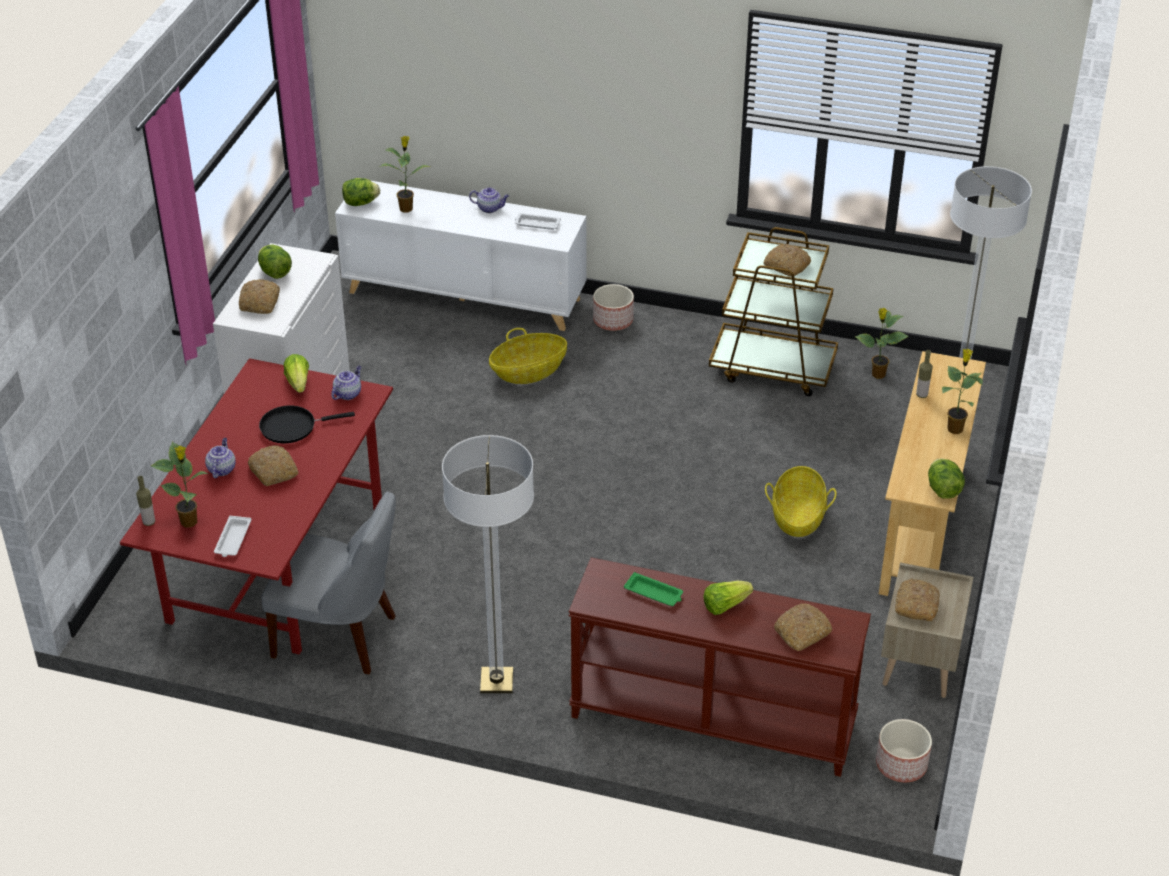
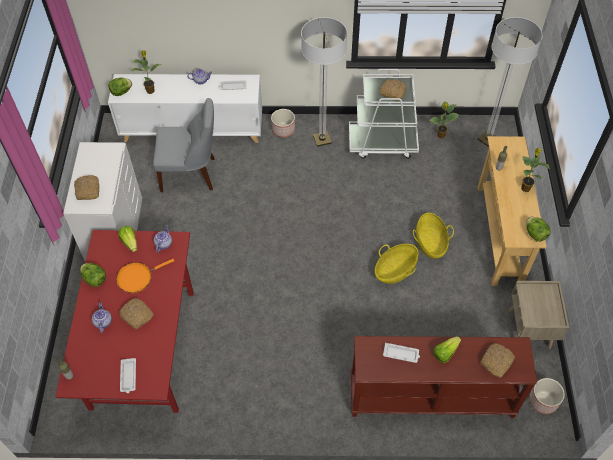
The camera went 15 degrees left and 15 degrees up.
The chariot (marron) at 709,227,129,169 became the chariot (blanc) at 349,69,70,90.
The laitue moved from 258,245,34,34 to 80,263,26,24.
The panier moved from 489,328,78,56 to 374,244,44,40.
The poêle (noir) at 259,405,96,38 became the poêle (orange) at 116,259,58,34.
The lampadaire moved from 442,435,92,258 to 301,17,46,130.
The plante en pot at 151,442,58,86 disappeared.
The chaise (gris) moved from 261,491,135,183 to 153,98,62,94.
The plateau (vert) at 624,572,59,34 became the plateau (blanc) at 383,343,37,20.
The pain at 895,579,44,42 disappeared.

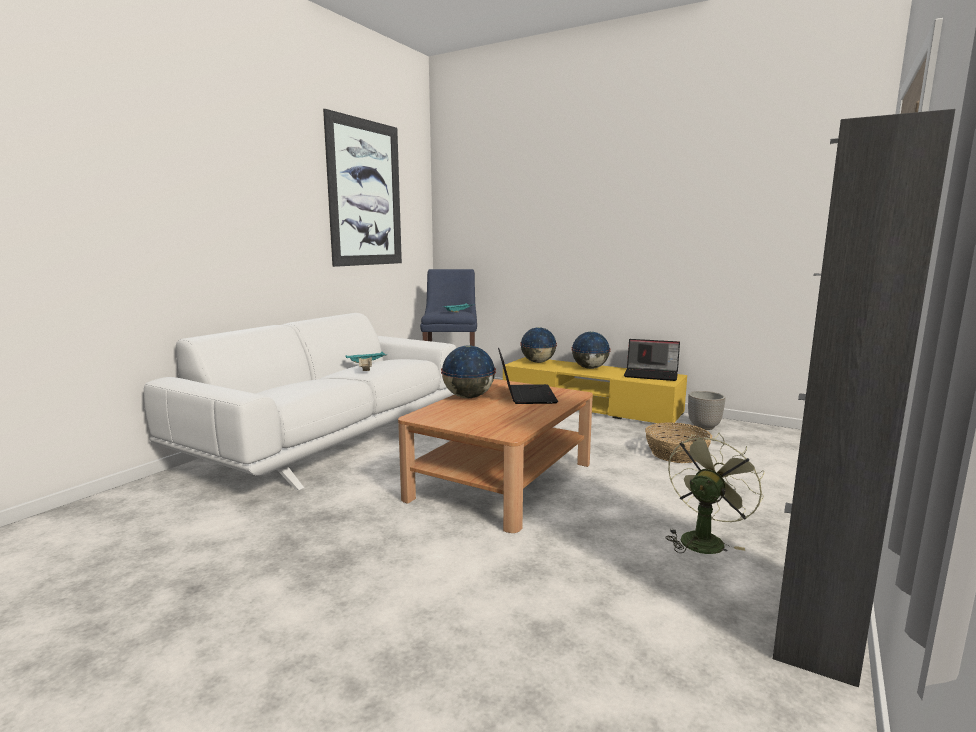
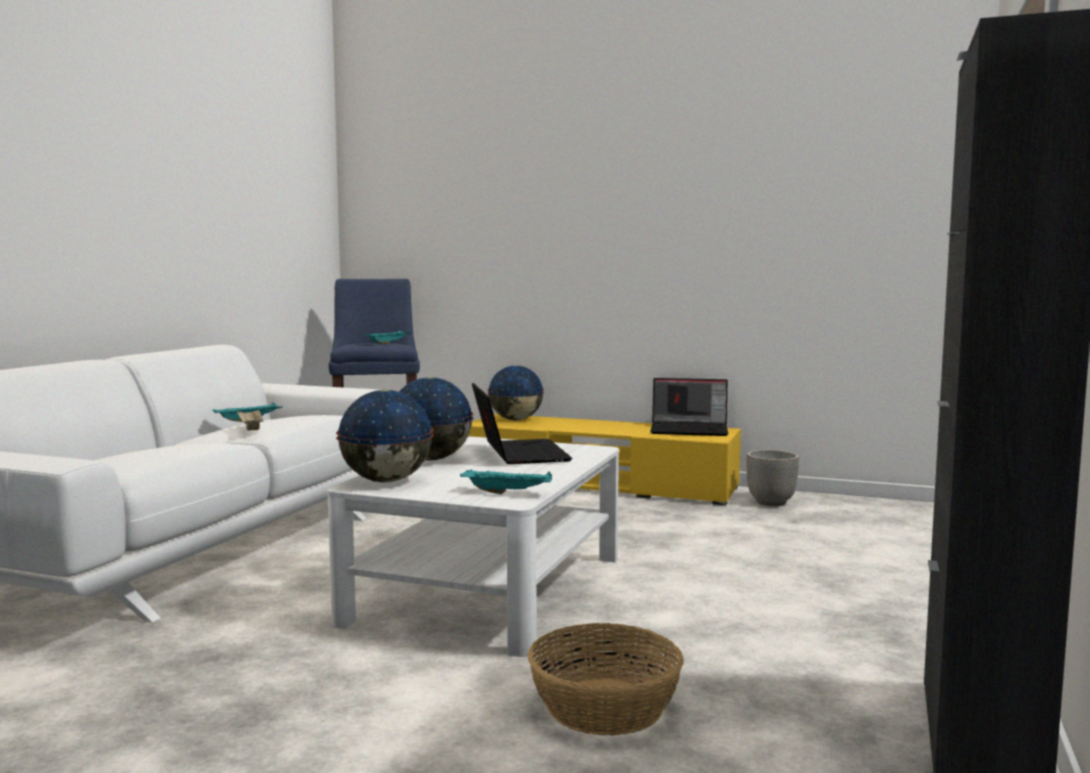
The camera went 10 degrees left and 5 degrees down.
The tableau at 323,109,79,158 disappeared.
The globe moved from 571,332,39,37 to 336,390,98,92.
The table basse (marron) at 398,379,195,154 became the table basse (blanc) at 327,436,292,221.
The panier moved from 645,422,67,41 to 527,623,157,113.
The ventilateur (vert) at 665,433,100,121 disappeared.
The plateau (turquoise) at 460,469,92,25 appeared.

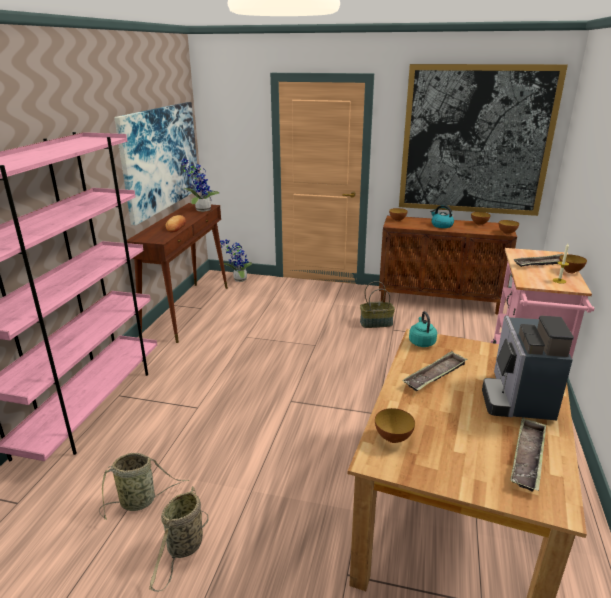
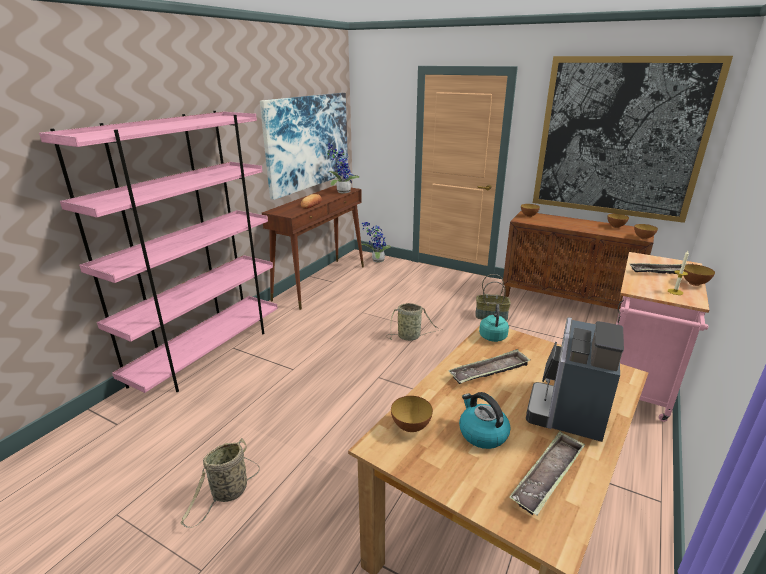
The camera went 15 degrees right and 0 degrees up.
The bouilloire moved from 430,205,24,23 to 459,392,52,57.
The panier moved from 99,453,91,67 to 386,303,57,38.

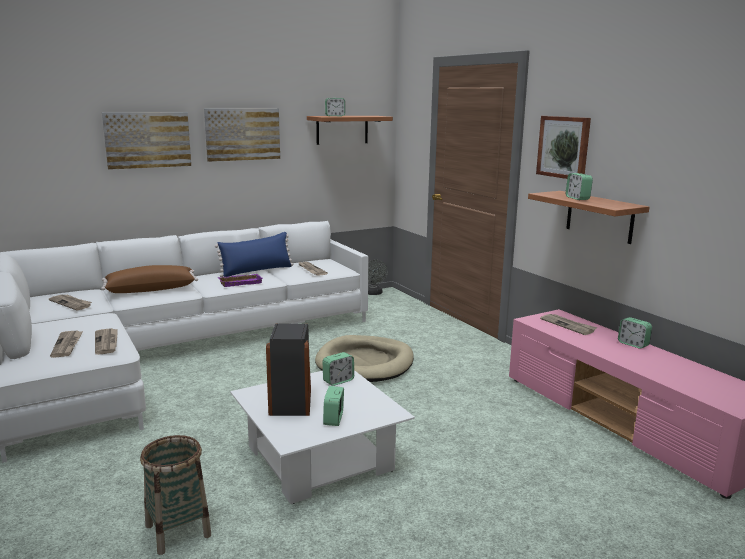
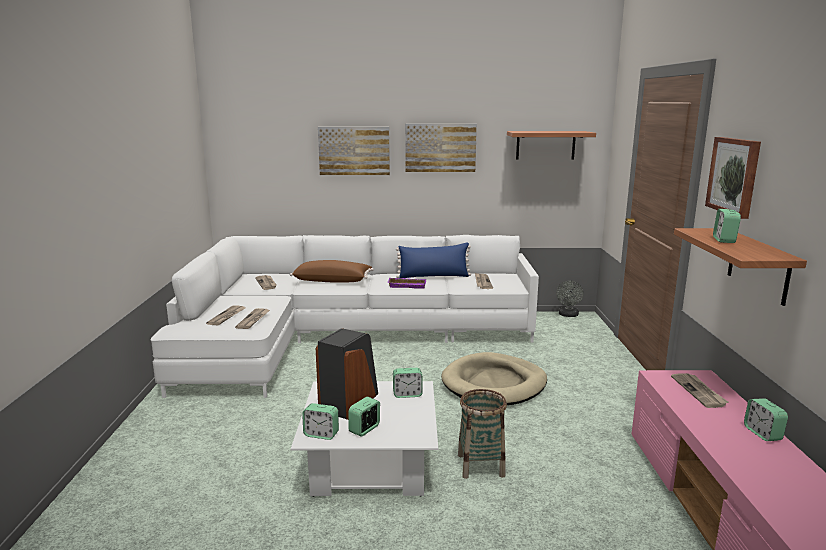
The camera went 30 degrees right and 0 degrees up.
The réveil moved from 325,98,20,18 to 302,403,37,37.
The panier moved from 140,435,71,120 to 458,389,49,90.

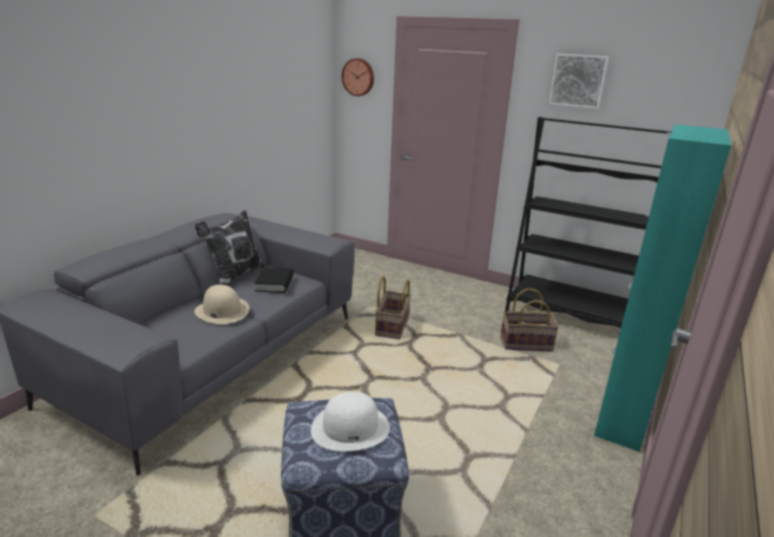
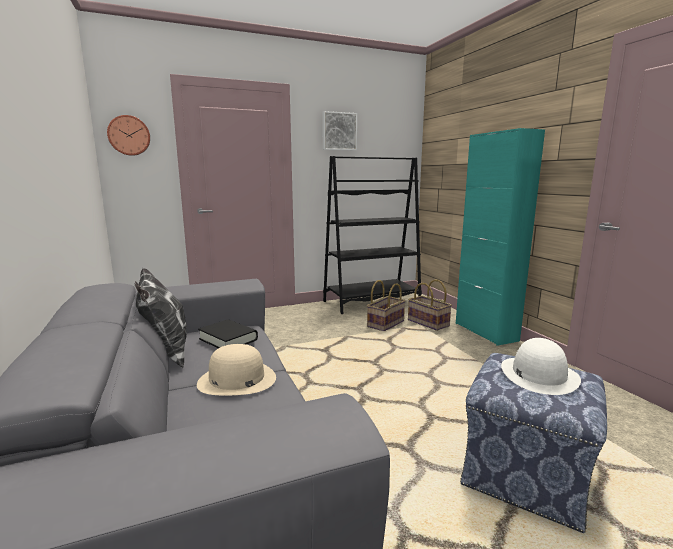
The camera went 50 degrees left and 10 degrees down.
The panier moved from 375,276,36,63 to 408,279,44,52.

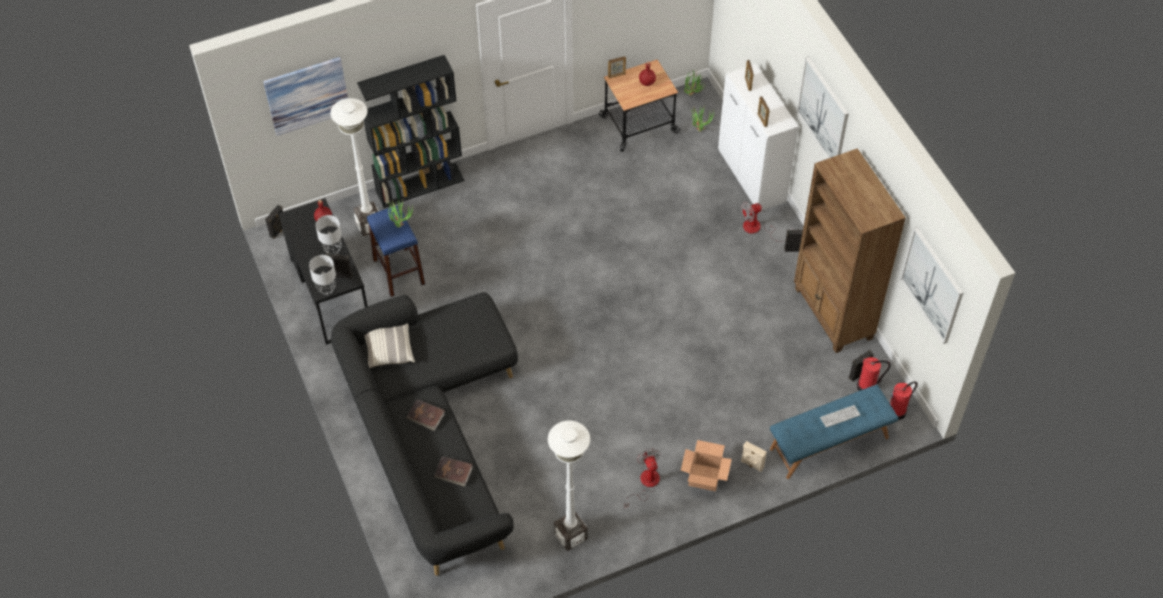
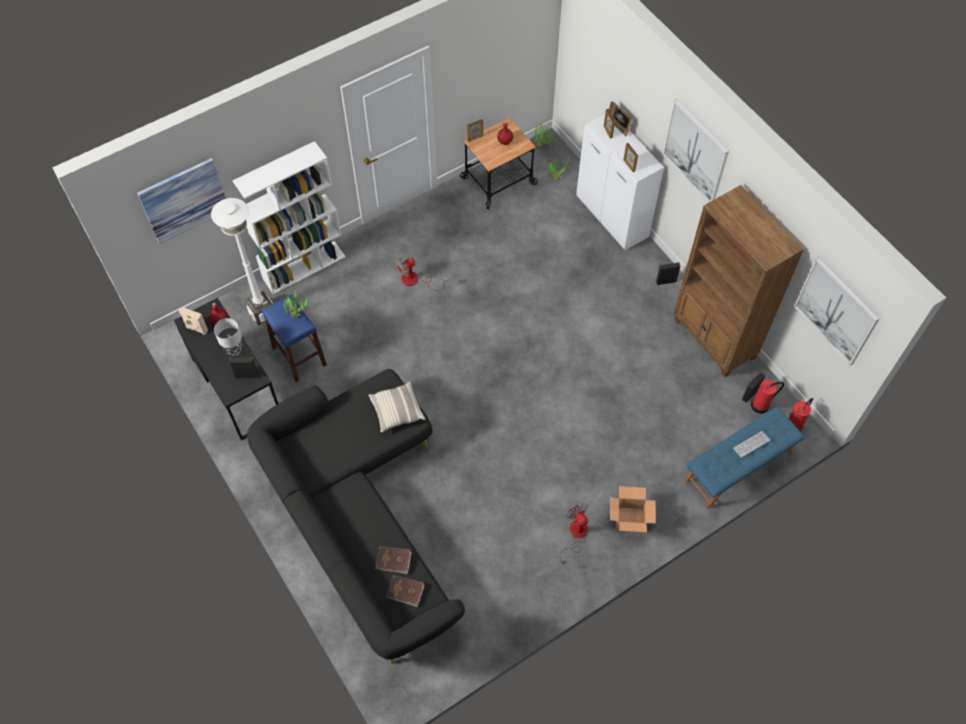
The camera went 10 degrees left and 5 degrees up.
The bibliothèque (noir) at 357,55,107,153 became the bibliothèque (blanc) at 232,141,114,154.
The ventilateur moved from 741,201,51,41 to 395,258,53,33.
The enceinte (noir) at 265,205,18,34 disappeared.
The lampe de table (gris) at 309,255,27,40 disappeared.
The coussin moved from 365,323,50,45 to 368,382,57,51.
The livre (marron) moved from 406,399,39,32 to 386,575,38,32.
The lampadaire (blanc) at 548,420,42,131 disappeared.
The enceinte (beige) moved from 741,441,26,31 to 179,307,29,27.
The cadre photo at 609,101,23,35 appeared.

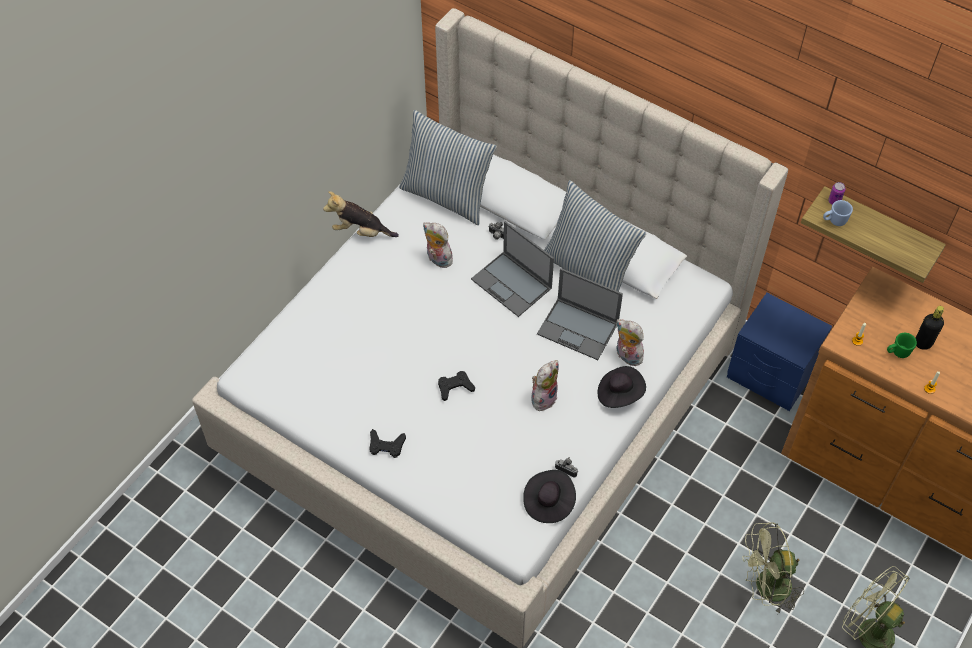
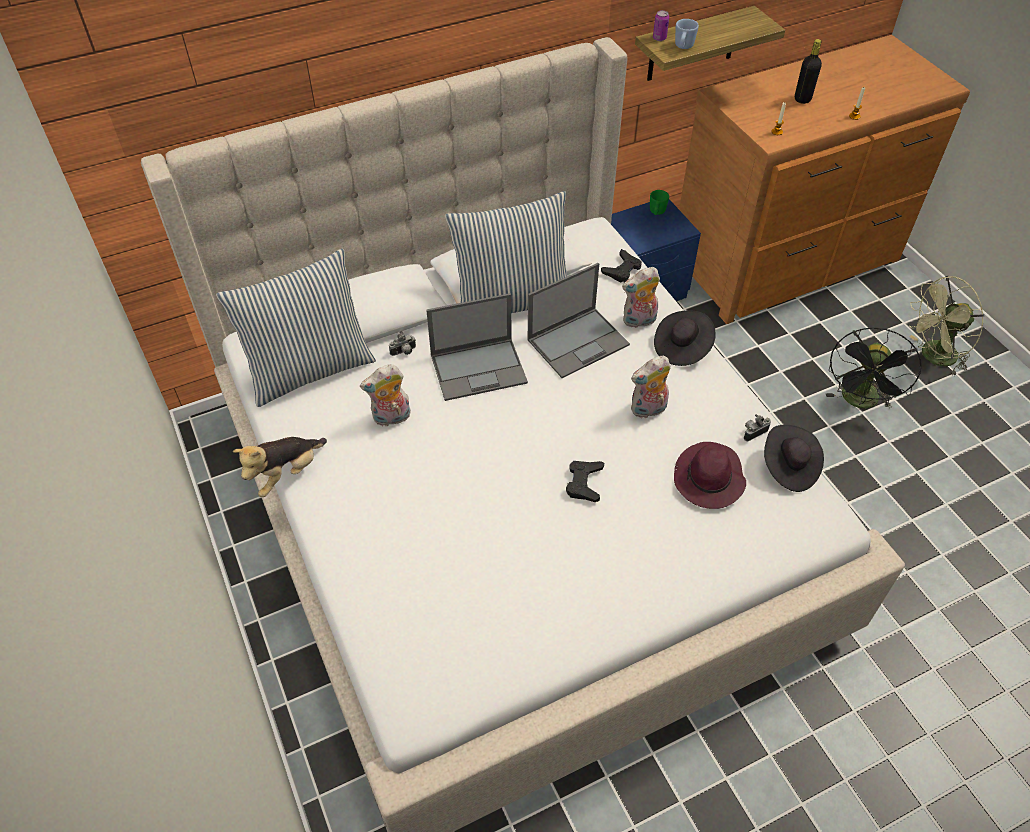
The camera went 60 degrees left and 5 degrees down.
The mug (vert) moved from 887,333,30,25 to 650,190,19,25.
The peluche at 531,360,28,51 turned 90 degrees counterclockwise.
The manette (noir) moved from 369,429,37,29 to 601,249,41,34.
The ventilateur (vert) at 742,522,62,92 became the ventilateur (noir) at 825,328,97,81.
The chapeau (violet) at 674,442,72,67 appeared.

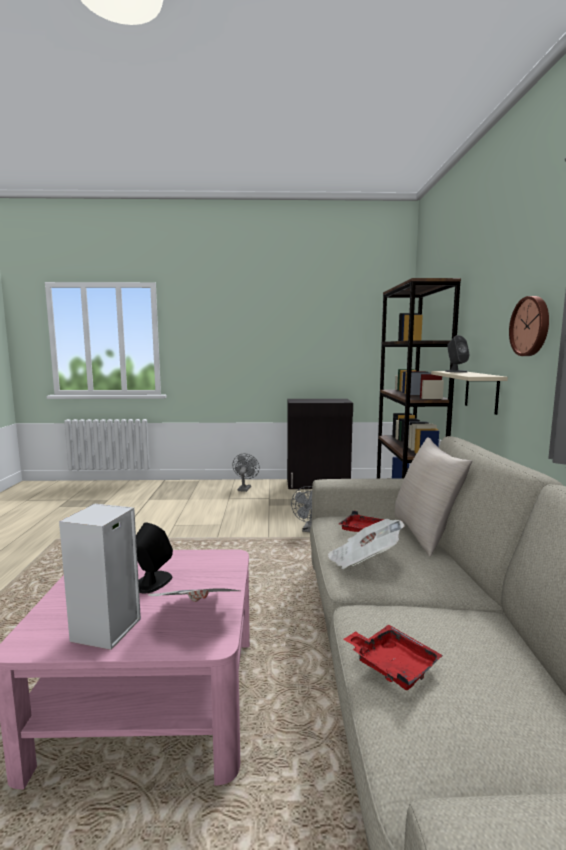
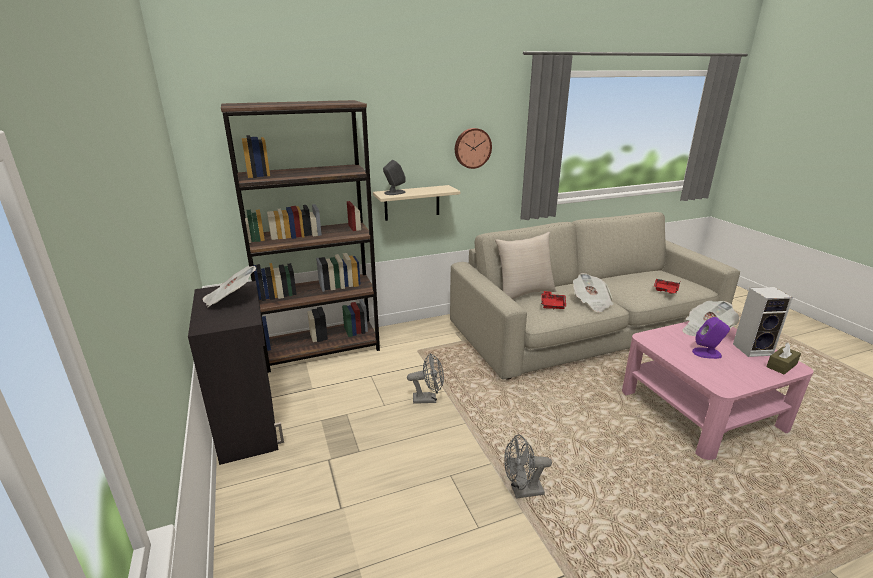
The camera went 110 degrees left and 15 degrees up.
The ventilateur (gris) moved from 233,454,26,38 to 504,435,48,64.
The enceinte (noir) at 136,522,37,71 became the enceinte (violet) at 692,317,38,42.
The journal at 202,266,54,41 appeared.
The boîte à mouchoirs (marron) at 766,342,35,32 appeared.

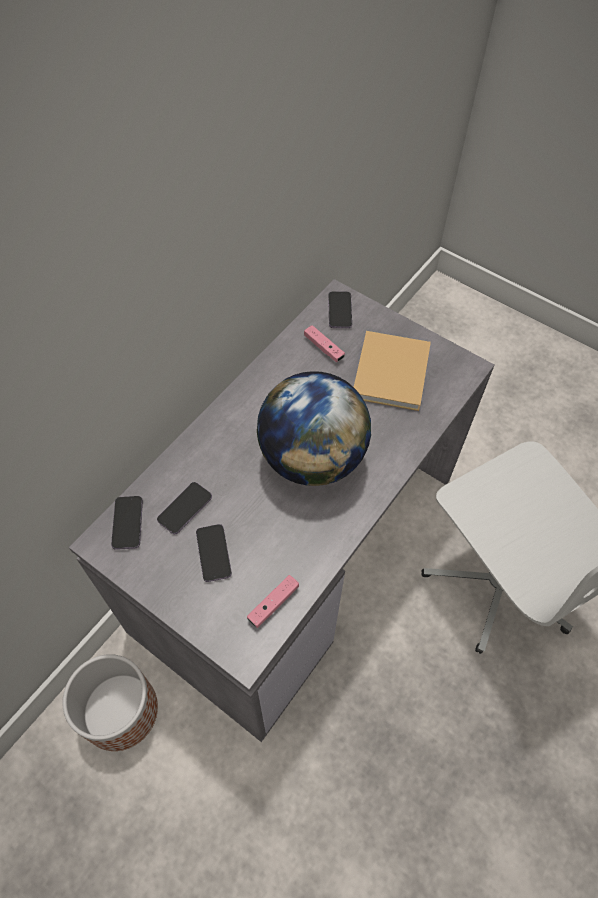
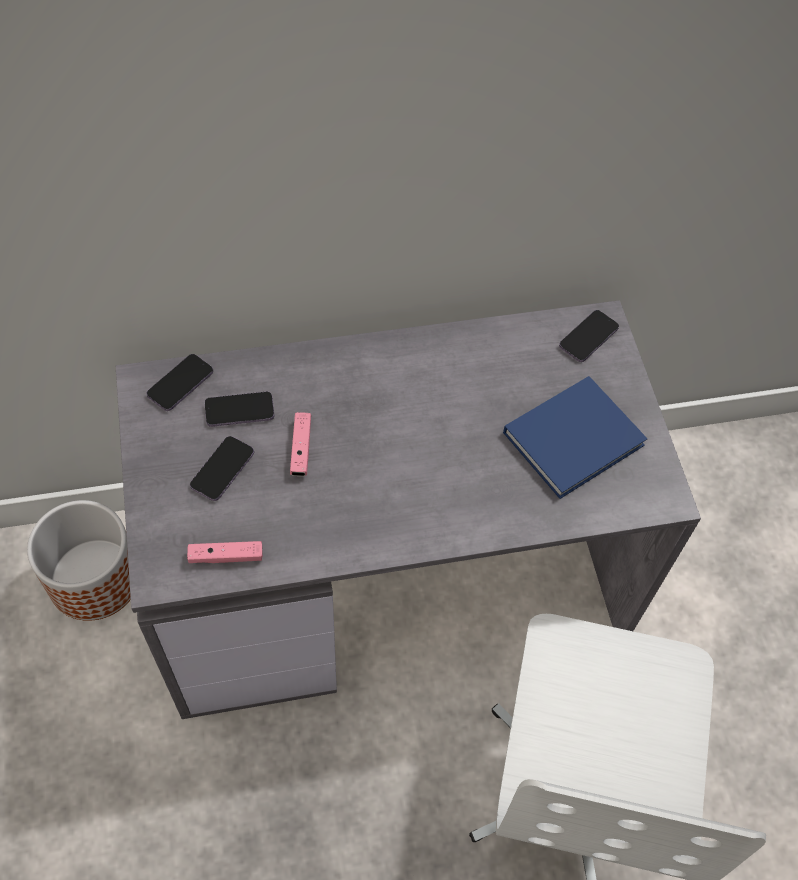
The camera went 40 degrees right and 0 degrees up.
The manette (rose) moved from 304,325,41,37 to 290,412,21,64.
The livre (beige) at 354,331,77,80 became the livre (bleu) at 503,376,144,123.
The globe at 257,371,114,115 disappeared.

